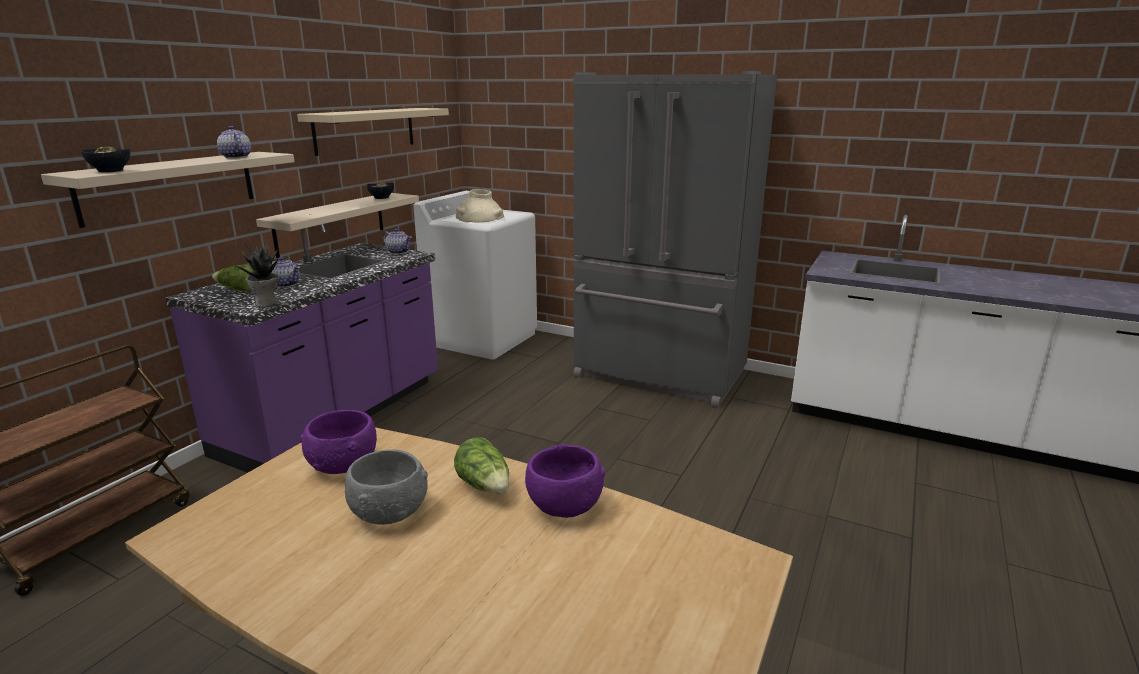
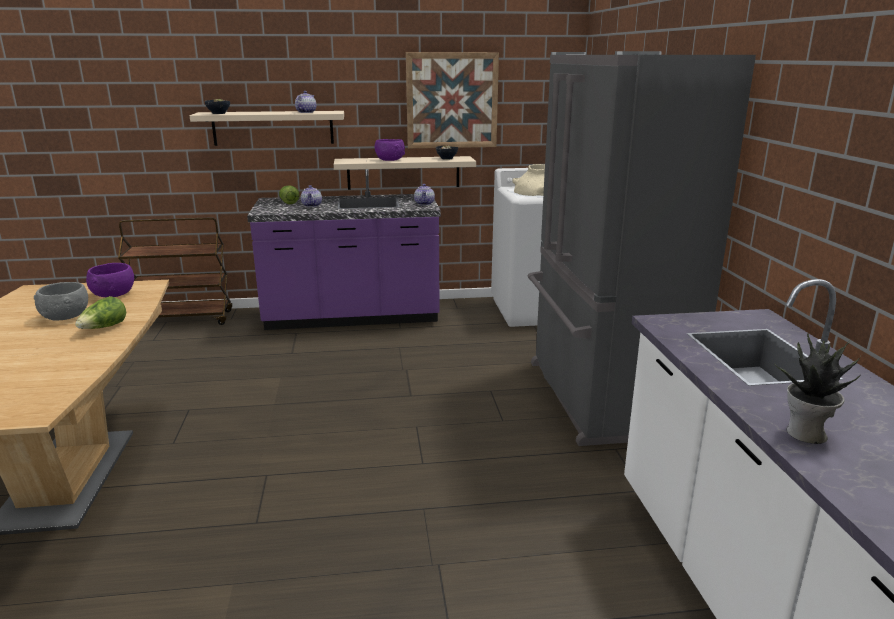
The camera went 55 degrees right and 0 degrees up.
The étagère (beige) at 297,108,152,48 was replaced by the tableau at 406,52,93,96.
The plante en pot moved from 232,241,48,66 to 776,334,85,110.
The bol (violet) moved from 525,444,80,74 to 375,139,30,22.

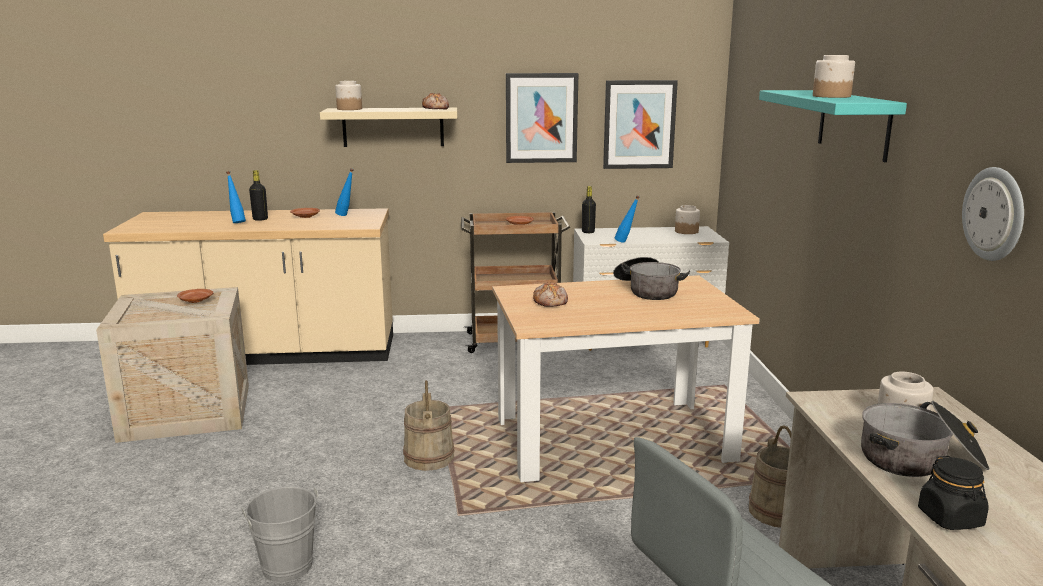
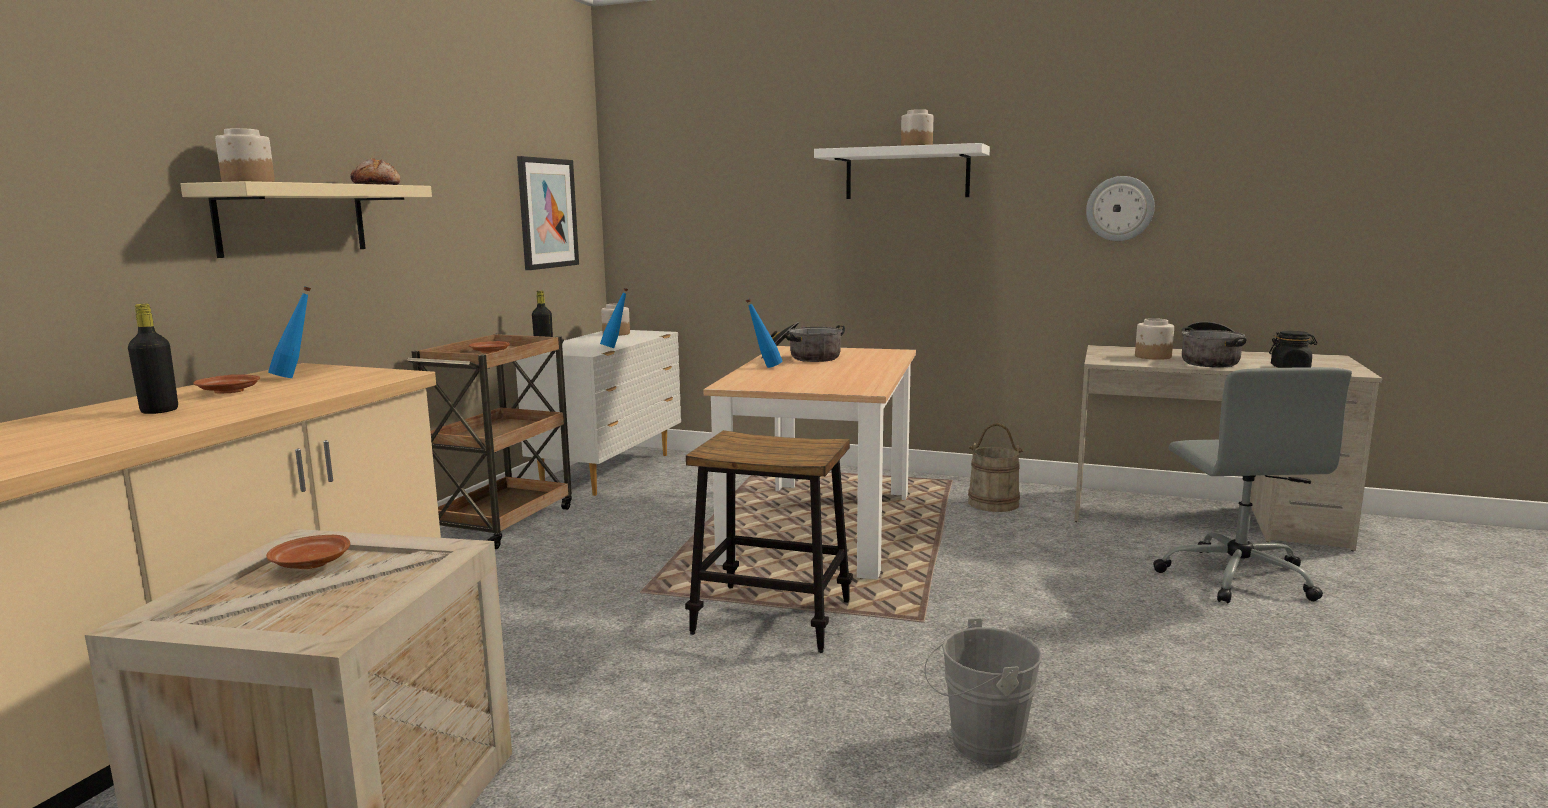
The camera went 65 degrees left and 5 degrees down.
The tableau at 506,73,72,90 disappeared.
The étagère (turquoise) at 759,90,148,72 became the étagère (blanc) at 814,143,176,56.
The bouteille (bleu) moved from 226,171,20,52 to 746,298,36,70.
The pain at 533,282,35,25 disappeared.
The seau (beige) at 403,380,51,91 was replaced by the tabouret at 685,430,168,223.

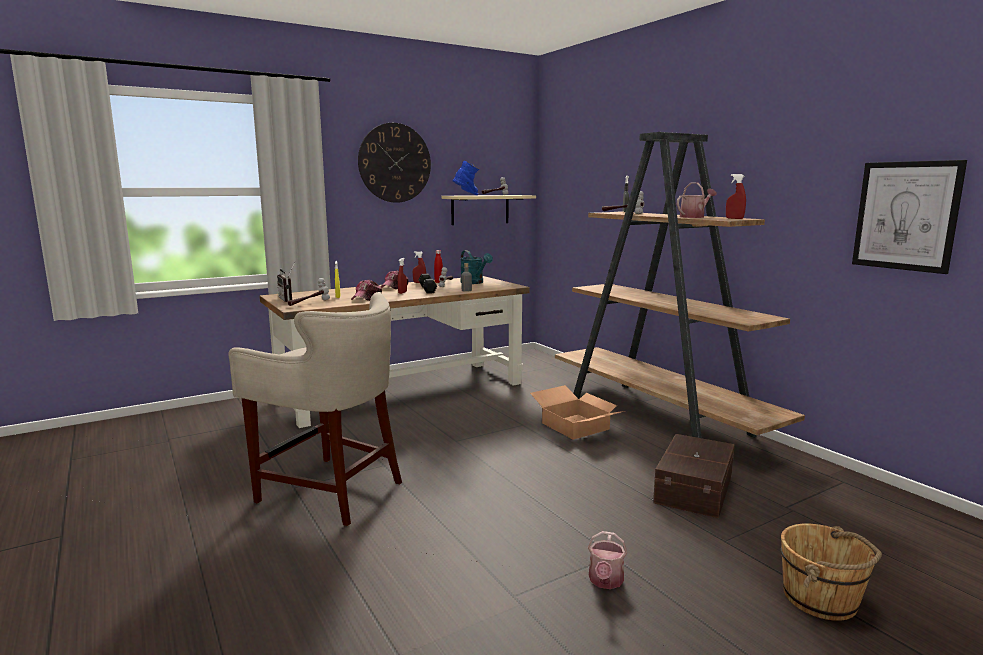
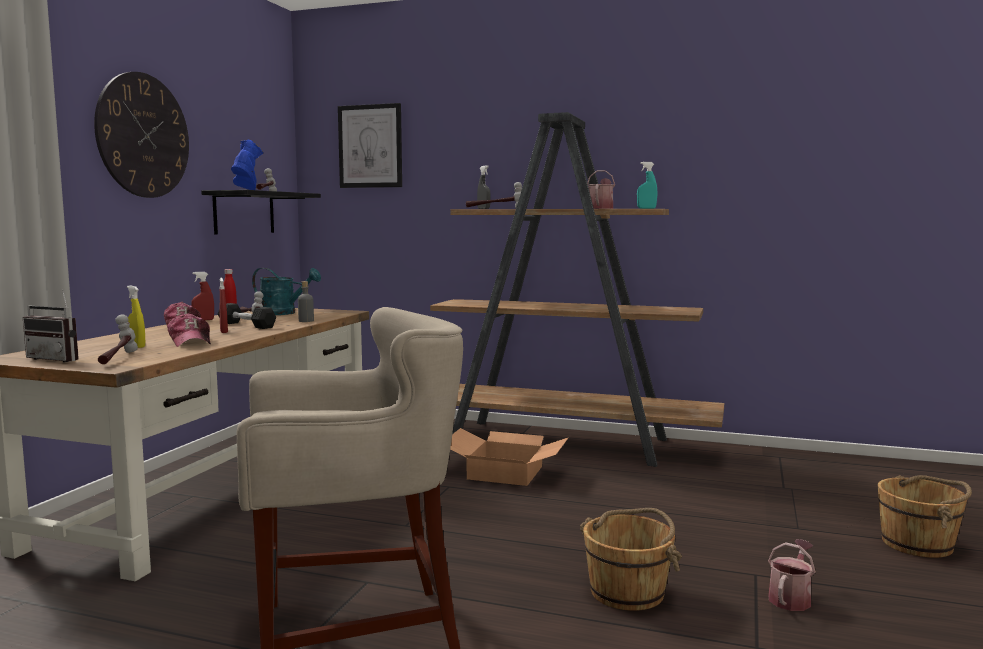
The camera went 40 degrees left and 5 degrees down.
The tableau moved from 852,160,115,114 to 338,103,64,85.
The vaporisateur (rouge) at 726,174,20,45 became the vaporisateur (turquoise) at 637,162,20,47.
The étagère (beige) at 441,195,95,30 became the étagère (noir) at 201,190,120,45.
The boîte de rangement (marron) at 653,434,82,84 disappeared.
The arrosoir at 588,531,39,58 turned 120 degrees counterclockwise.
The seau (marron) at 580,508,102,103 appeared.

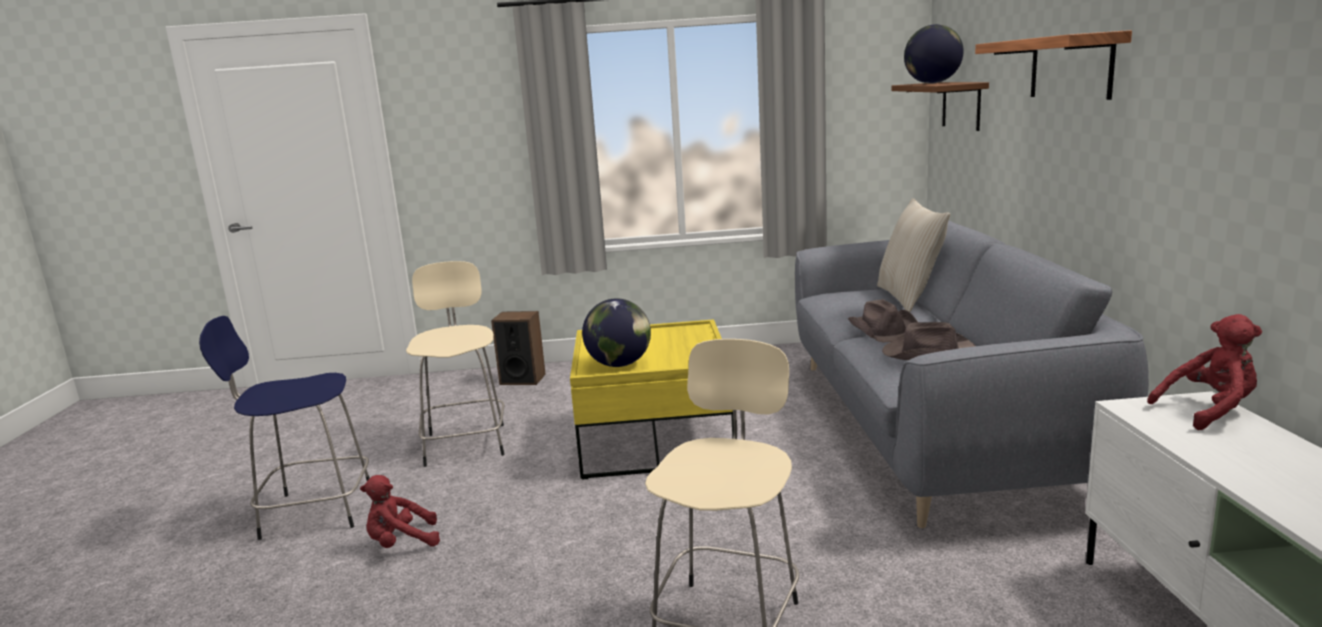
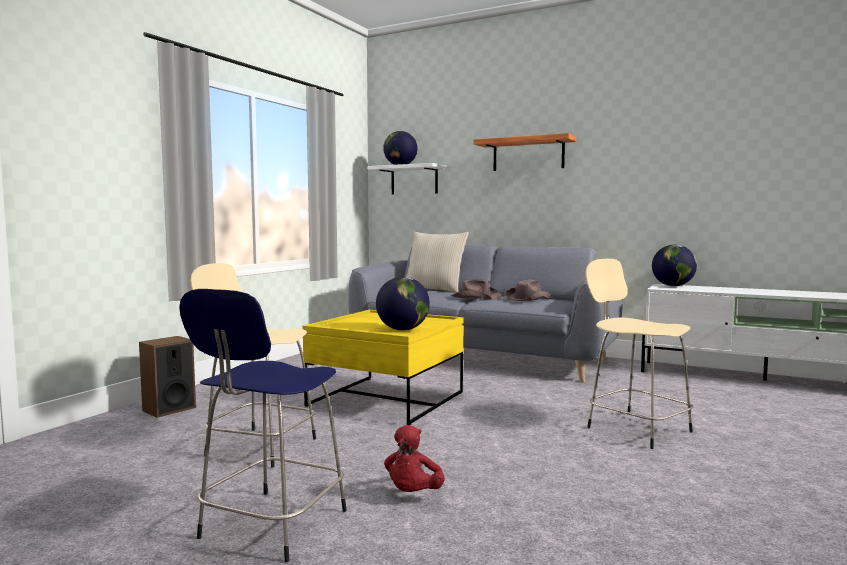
The camera went 60 degrees left and 10 degrees down.
The étagère (marron) at 891,82,98,49 became the étagère (blanc) at 367,163,80,31.
The peluche (rouge) at 1147,314,115,116 was replaced by the globe at 652,245,45,41.

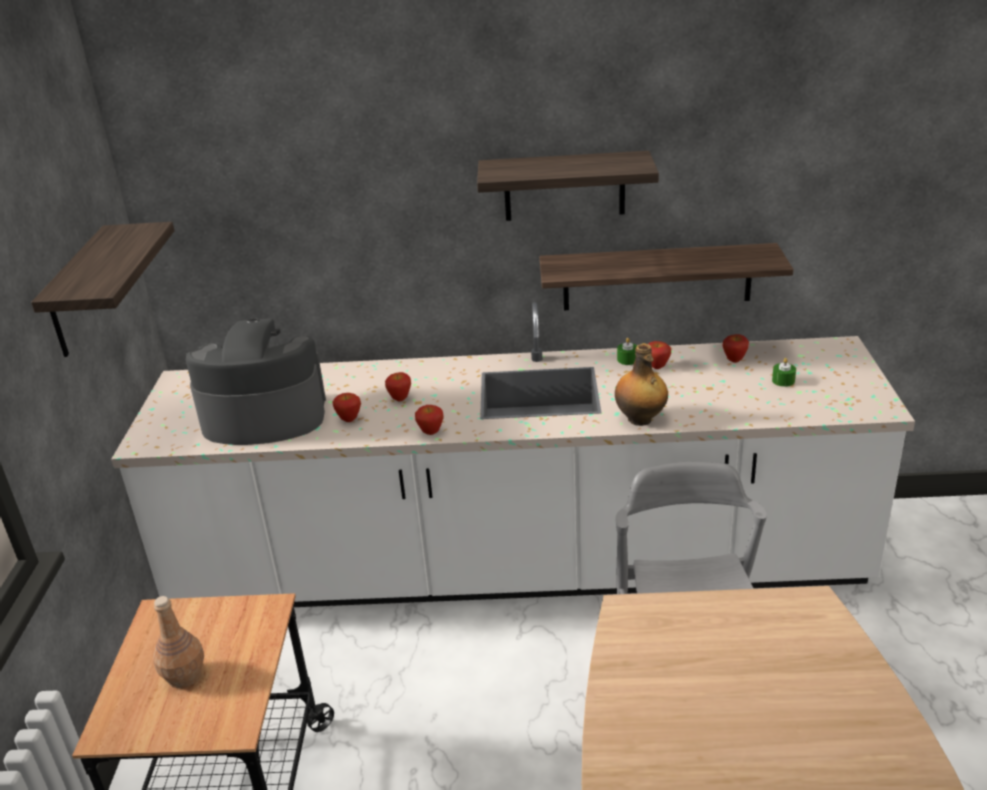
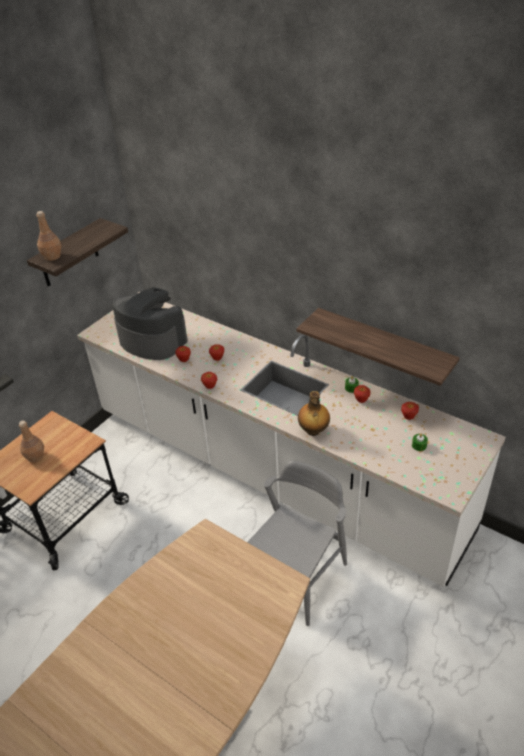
The camera went 35 degrees right and 10 degrees up.
The étagère at 477,151,182,70 disappeared.
The bouteille (marron) at 36,211,26,50 appeared.

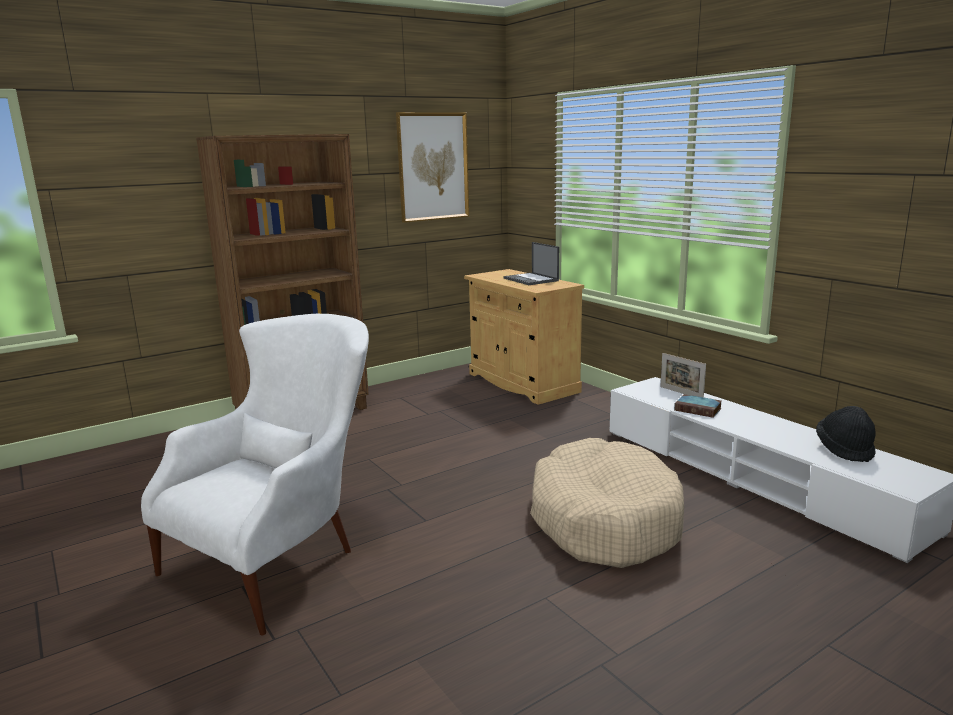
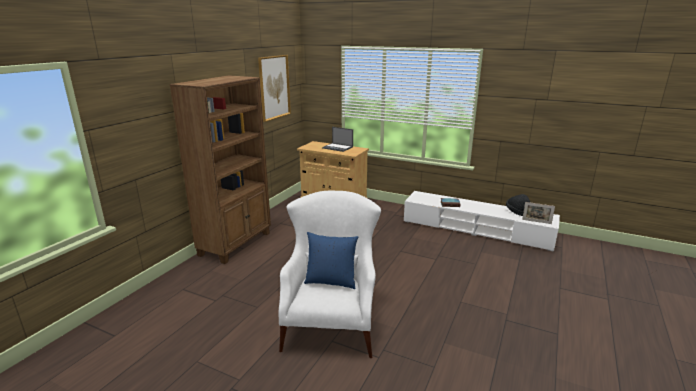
The camera went 30 degrees left and 5 degrees up.
The cadre photo moved from 660,353,46,44 to 522,202,33,22.
The panier pour chien (beige) at 530,438,154,130 disappeared.
The coussin (bleu) at 304,232,54,57 appeared.

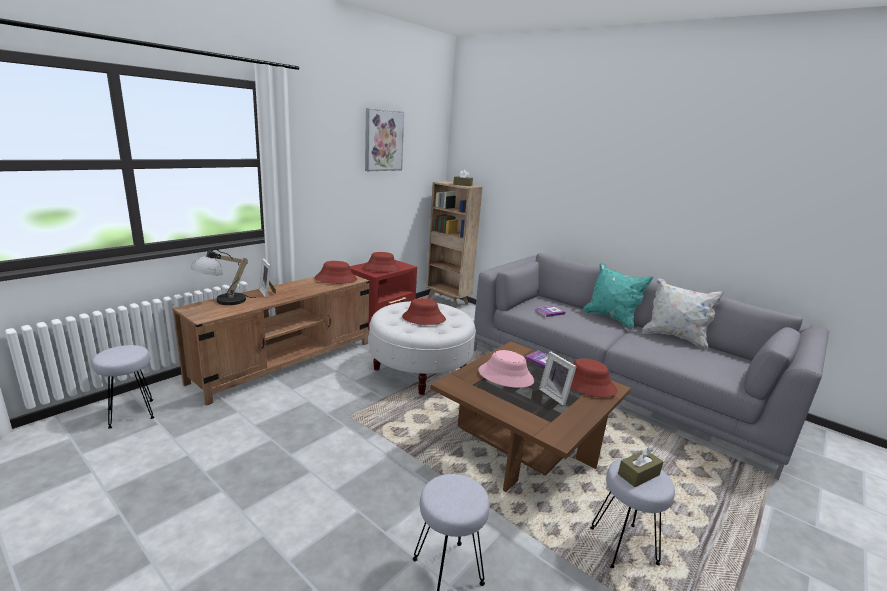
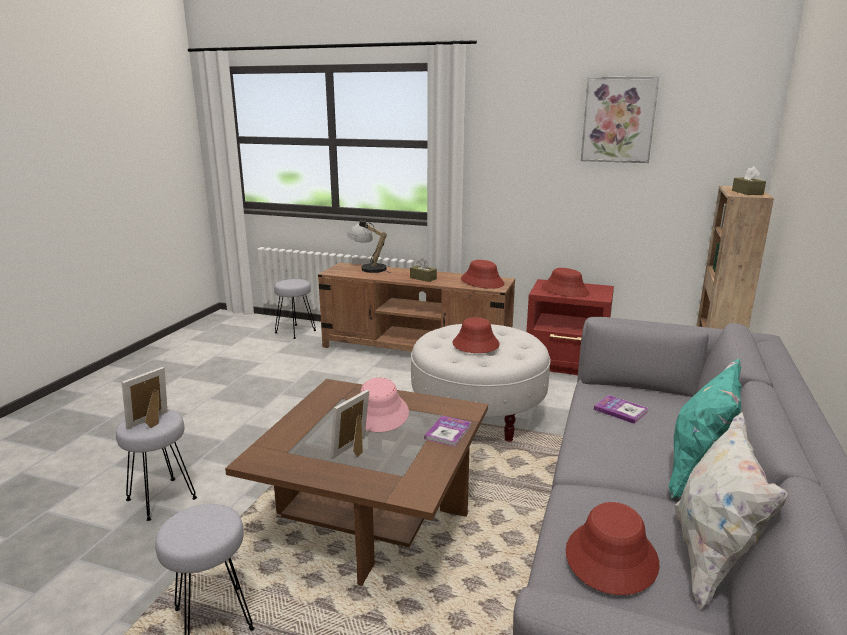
The camera went 70 degrees right and 0 degrees up.
The cadre photo moved from 259,258,17,40 to 122,367,46,62.
The chapeau (rouge) moved from 571,358,47,39 to 566,502,94,93.
The boîte à mouchoirs (marron) moved from 618,448,45,39 to 410,258,27,24.

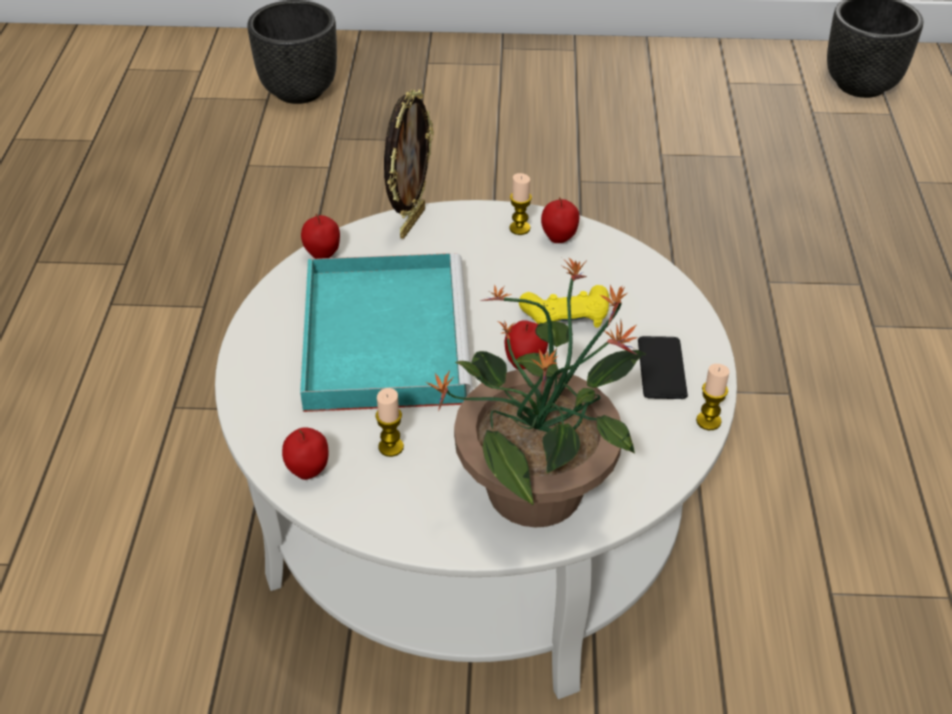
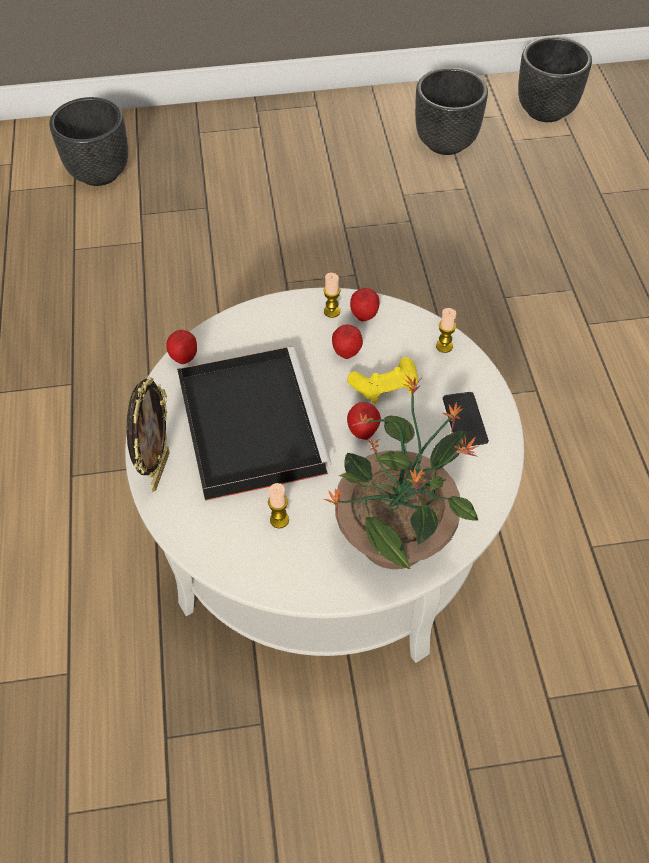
The camera went 10 degrees left and 10 degrees up.
The cadre photo moved from 384,89,50,150 to 126,377,43,115.
The plateau (turquoise) at 300,253,173,159 became the plateau (noir) at 177,347,155,154.
The bougie moved from 696,364,34,66 to 436,308,20,45.
The pomme moved from 282,427,46,53 to 332,324,31,35.
The cache-pot (noir) at 415,68,73,87 appeared.

